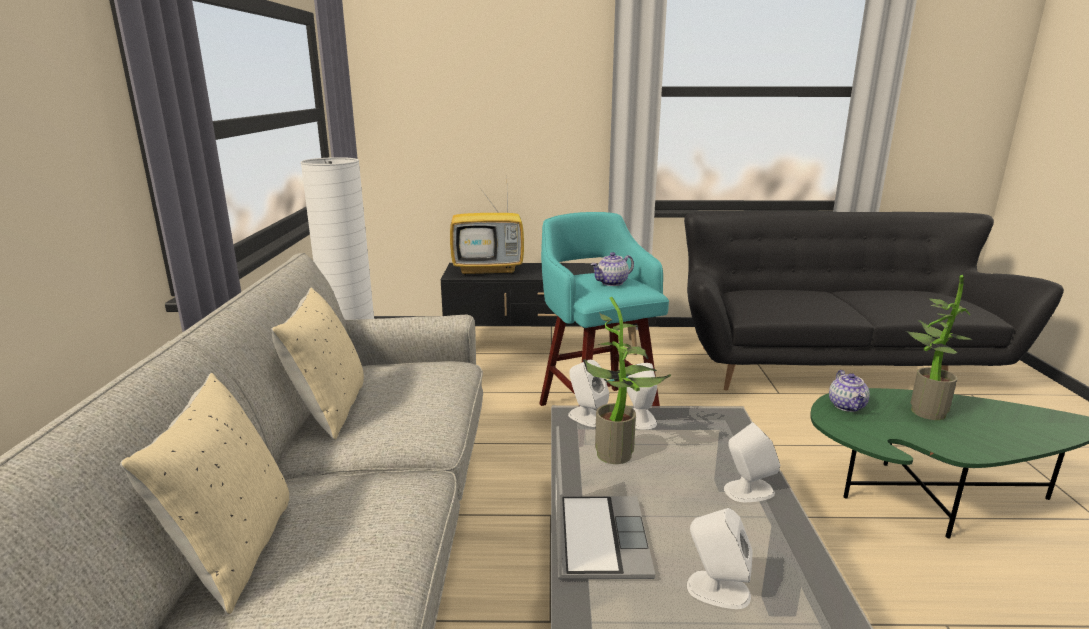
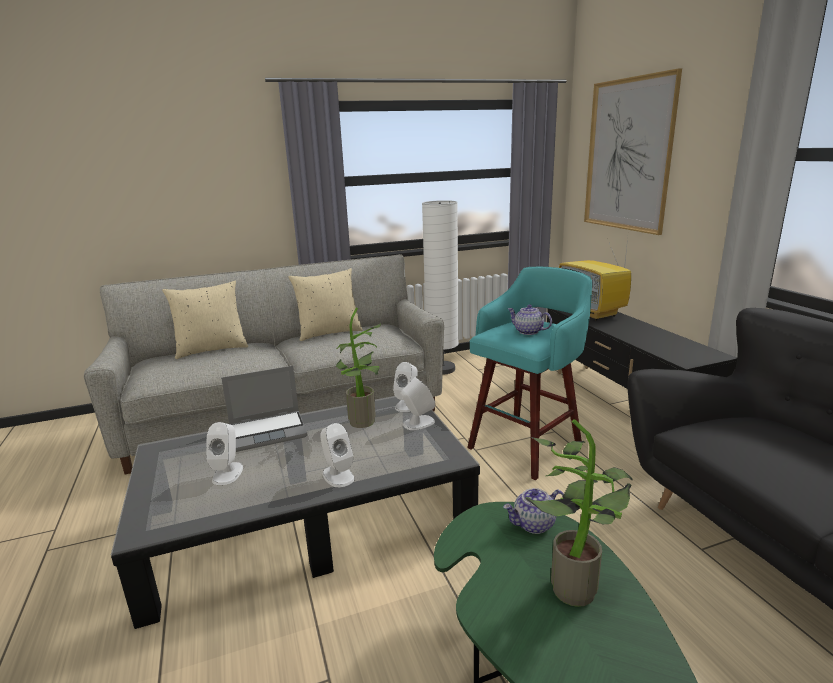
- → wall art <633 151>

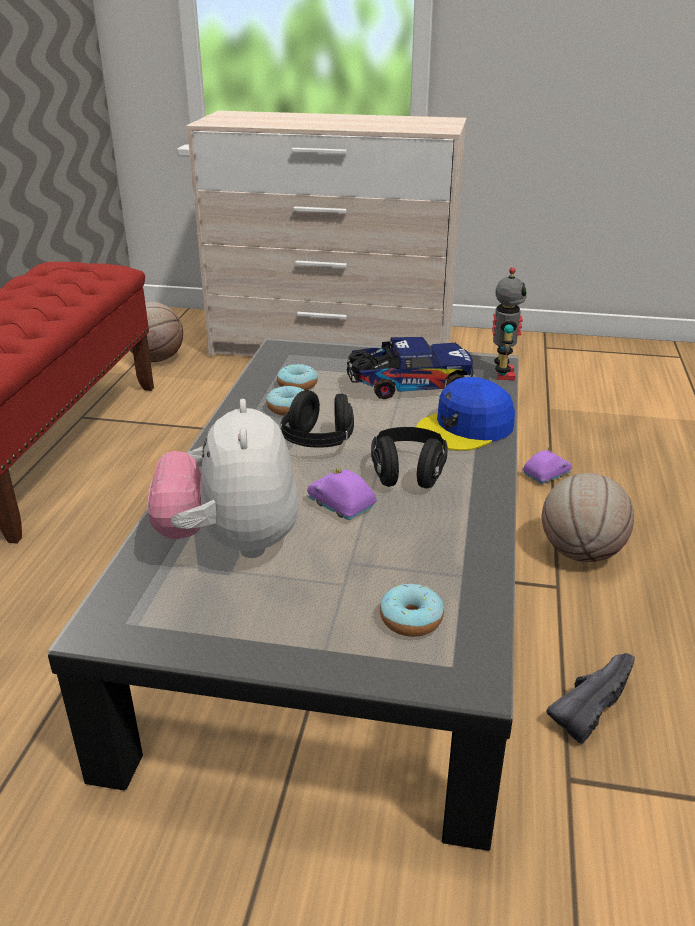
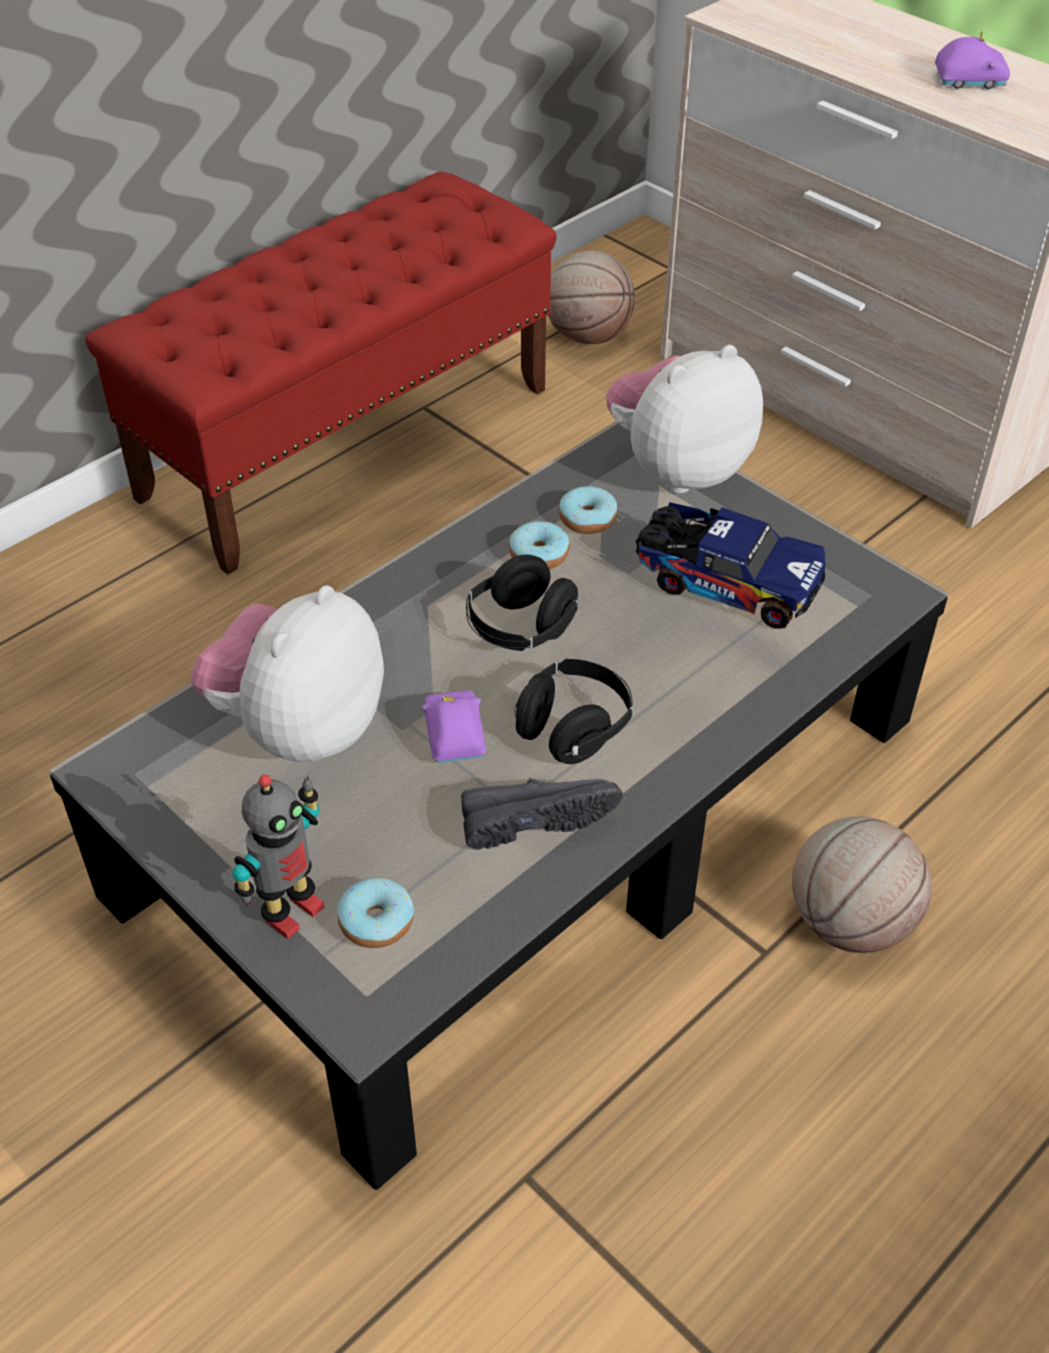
robot figure <509 323> → robot figure <279 857>, relocated
blue-coloured cap <465 414> → -
purple-coloured miniature car <547 465> → purple-coloured miniature car <972 60>, relocated
blackish item of footwear <590 698> → blackish item of footwear <542 814>, relocated
- → plush toy <684 419>

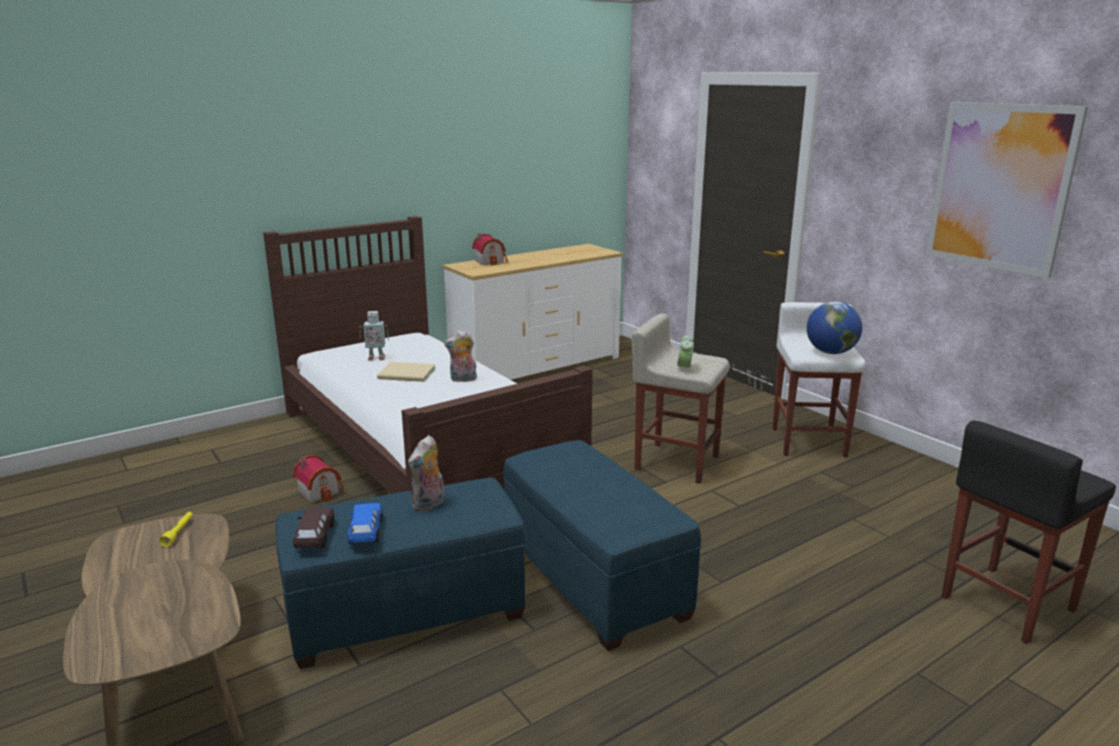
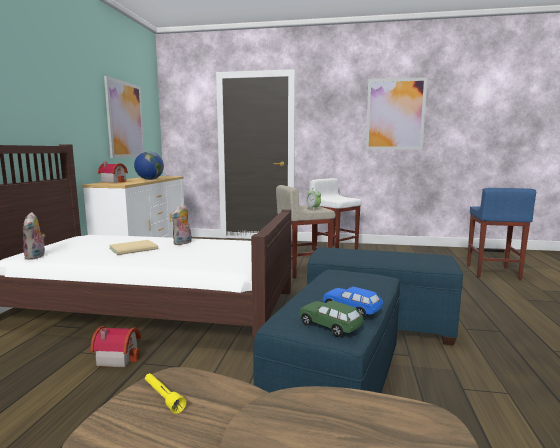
desk globe <834 327> → desk globe <149 165>, relocated
robot figure <374 336> → -
blackish stool seat <1028 532> → blue-coloured stool seat <501 234>
plush toy <426 473> → plush toy <34 236>, relocated
brown miniature car <314 528> → greenish miniature car <331 318>
- → wall art <124 117>

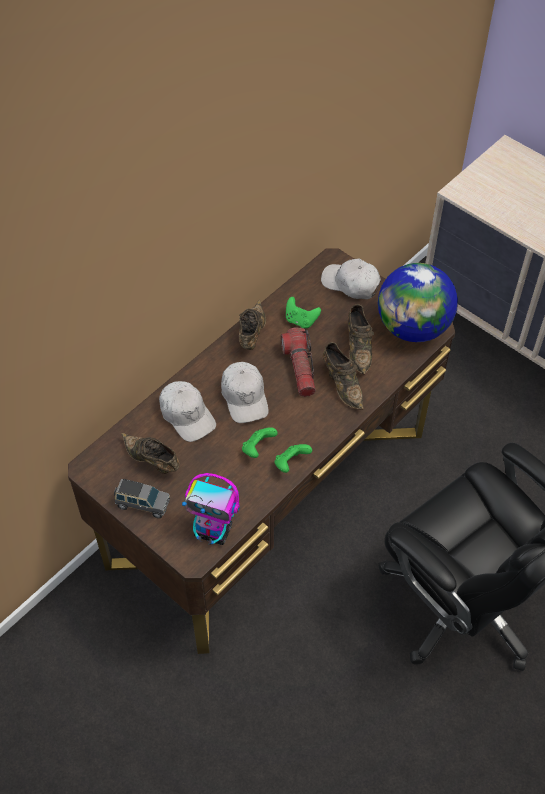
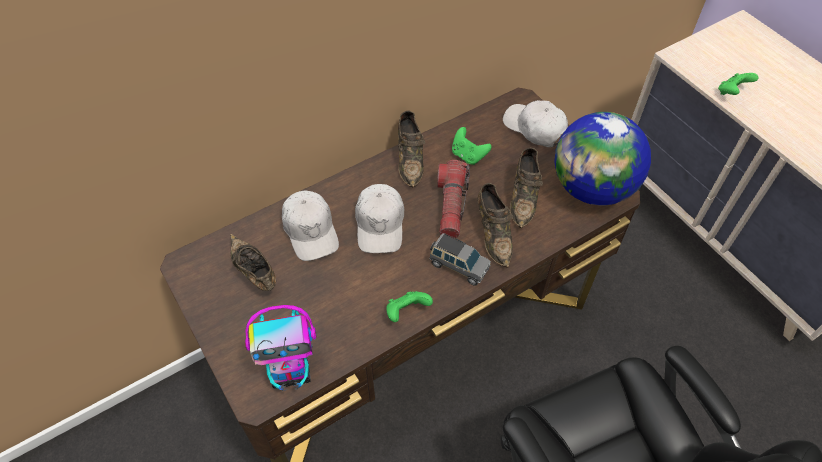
brown item of footwear <253 325> → brown item of footwear <411 149>, 150 degrees clockwise
greenish gamepad <260 442> → greenish gamepad <738 84>, relocated
robot figure <211 509> → robot figure <281 348>, 45 degrees counterclockwise
grey miniature car <142 498> → grey miniature car <460 259>, relocated

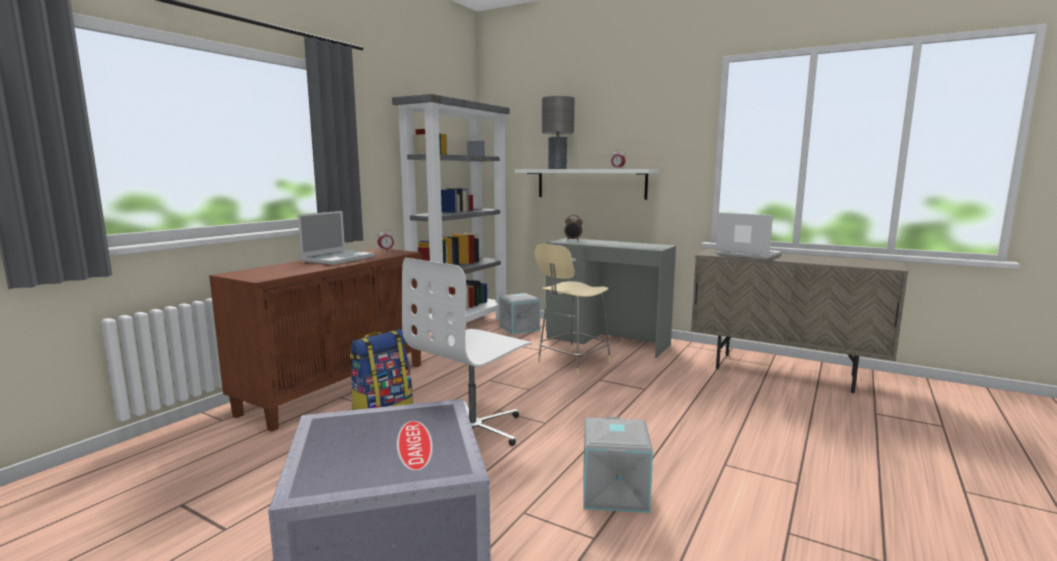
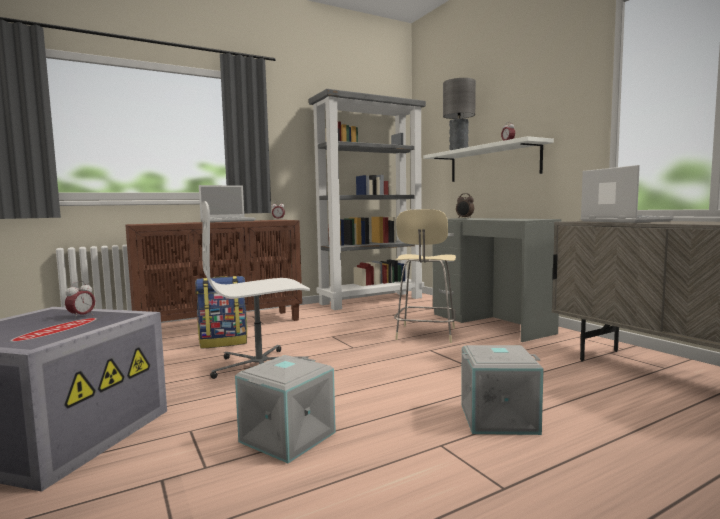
beige-coloured plain chair <573 310> → beige-coloured plain chair <425 276>, 60 degrees counterclockwise
grey storage container <519 313> → grey storage container <502 390>, relocated
- → alarm clock <80 300>

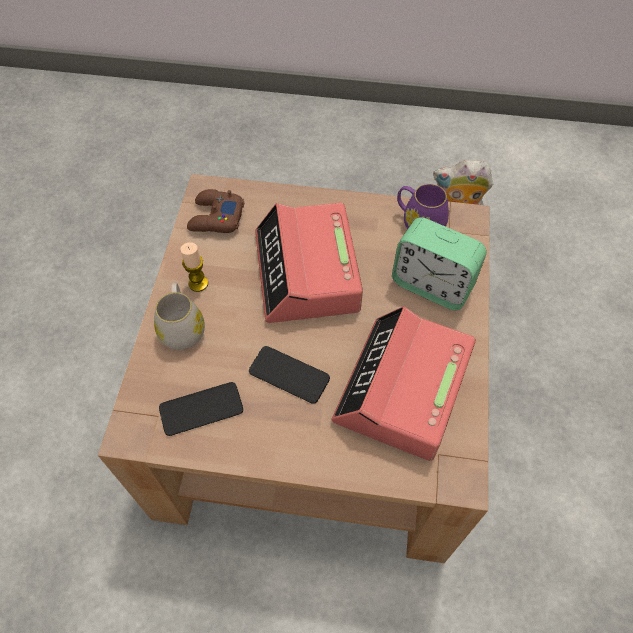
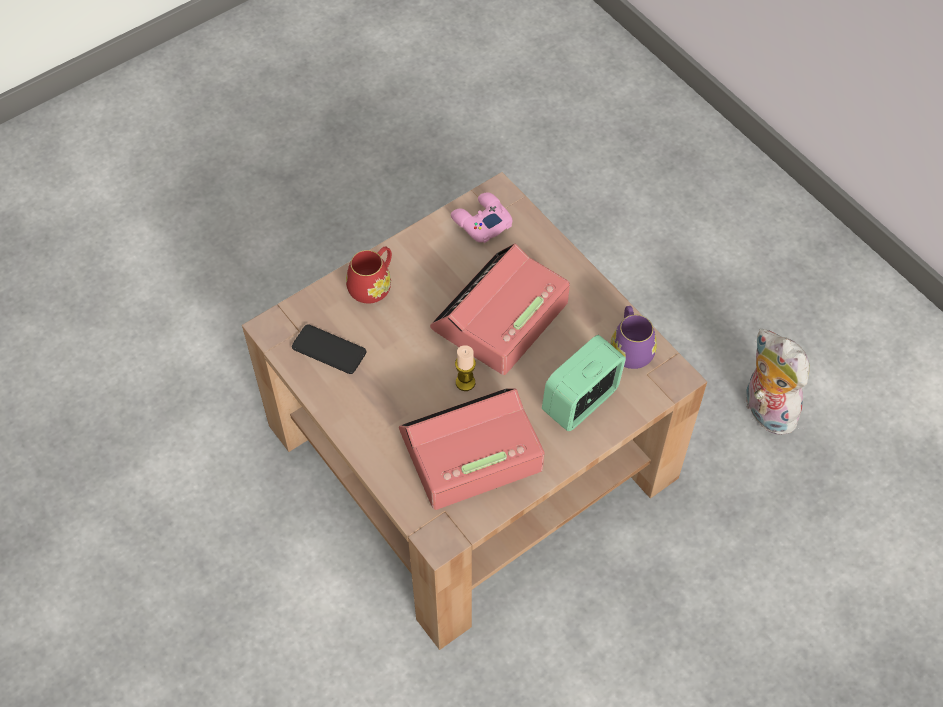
brown gamepad <215 211> → pinkish gamepad <481 217>
alarm clock <439 263> → alarm clock <584 383>, 60 degrees clockwise
wax light <194 267> → wax light <465 368>, relocated
whitish mug <179 316> → reddish mug <369 275>
telephone <289 375> → -

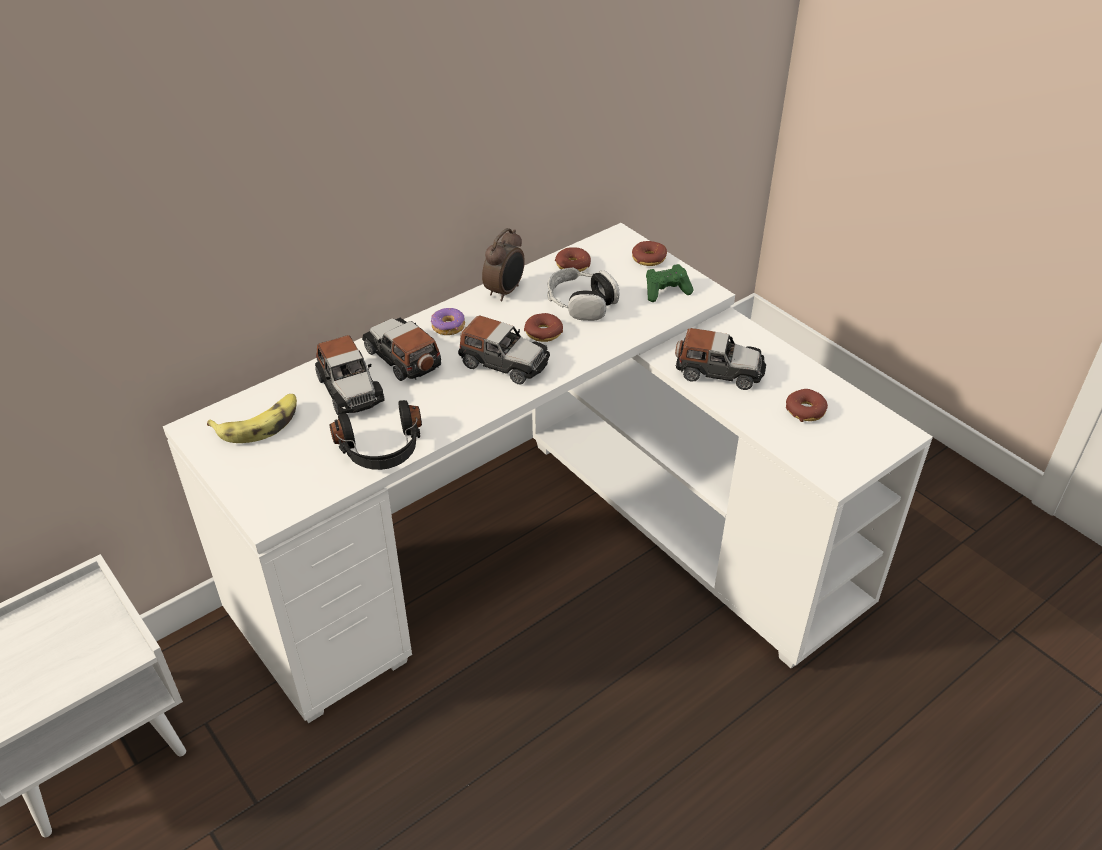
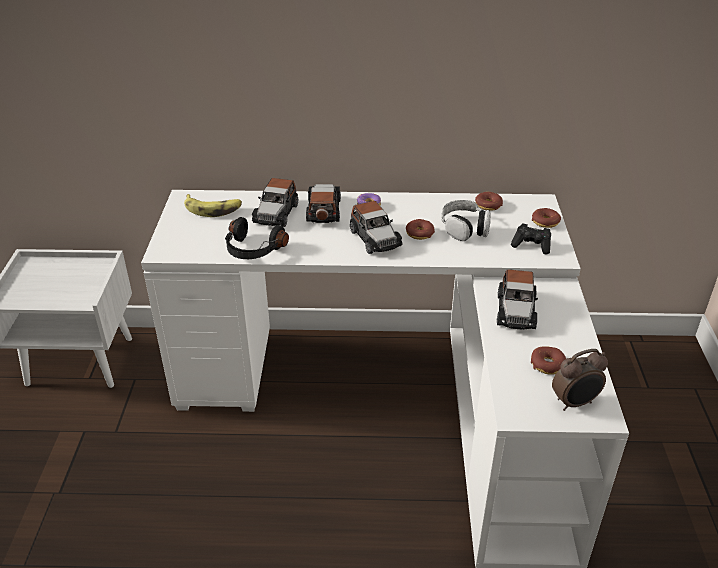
alarm clock <503 264> → alarm clock <580 380>, relocated
greenish gamepad <670 283> → blackish gamepad <531 238>
miniature car <720 359> → miniature car <517 299>, 45 degrees clockwise

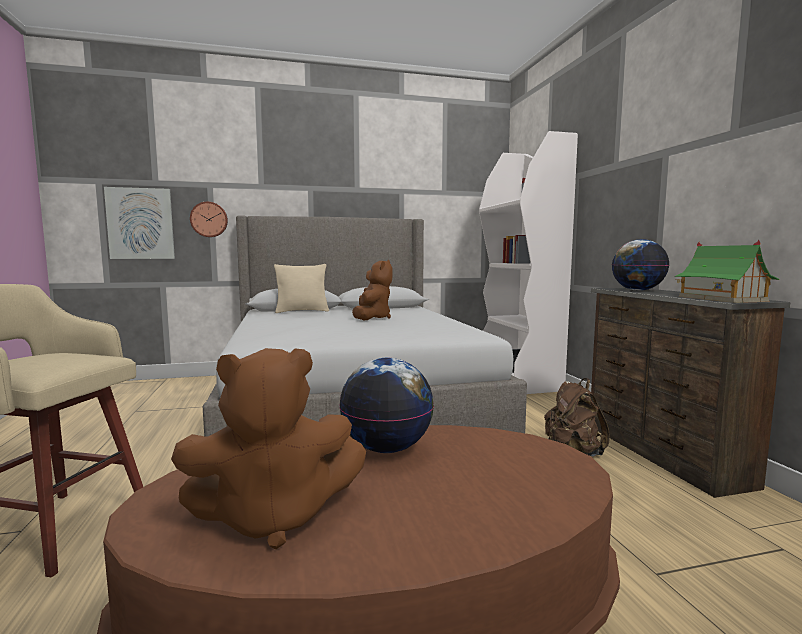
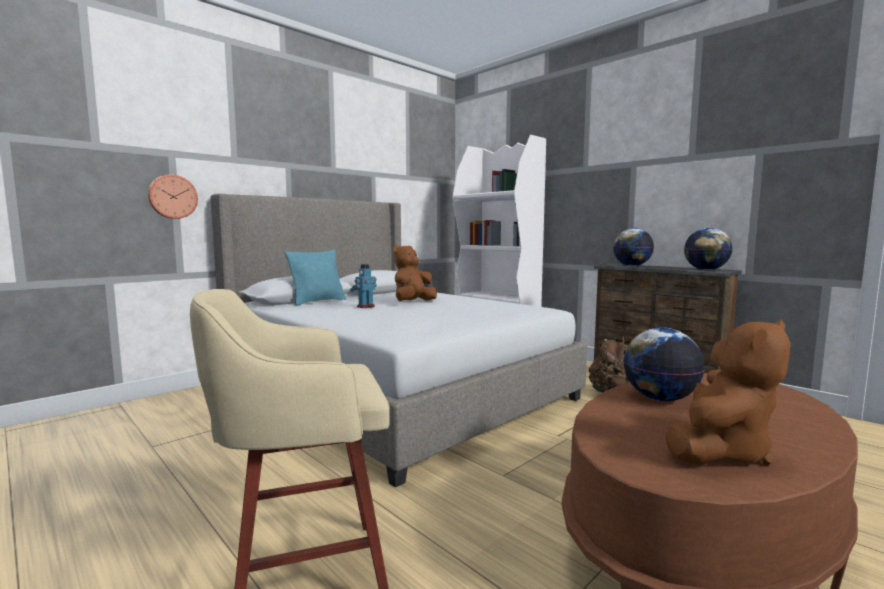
wall art <139 223> → -
toy house <727 271> → desk globe <708 249>
brown plush toy <372 290> → brown plush toy <415 273>, 120 degrees counterclockwise
beige-coloured cushion <301 288> → blue-green cushion <315 277>
- → robot figure <363 286>

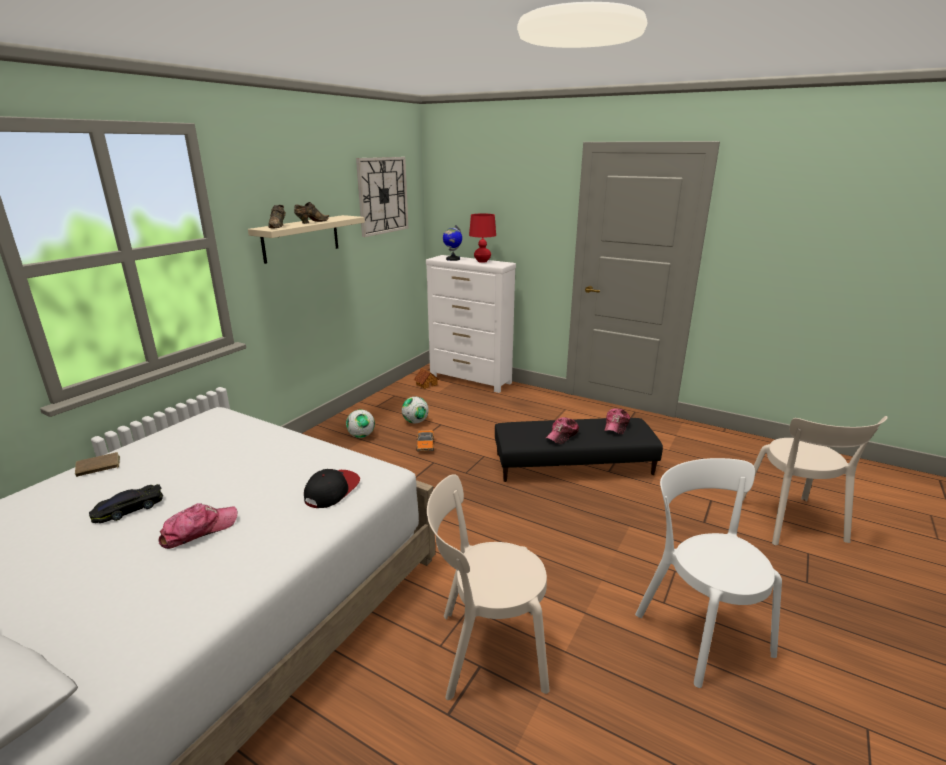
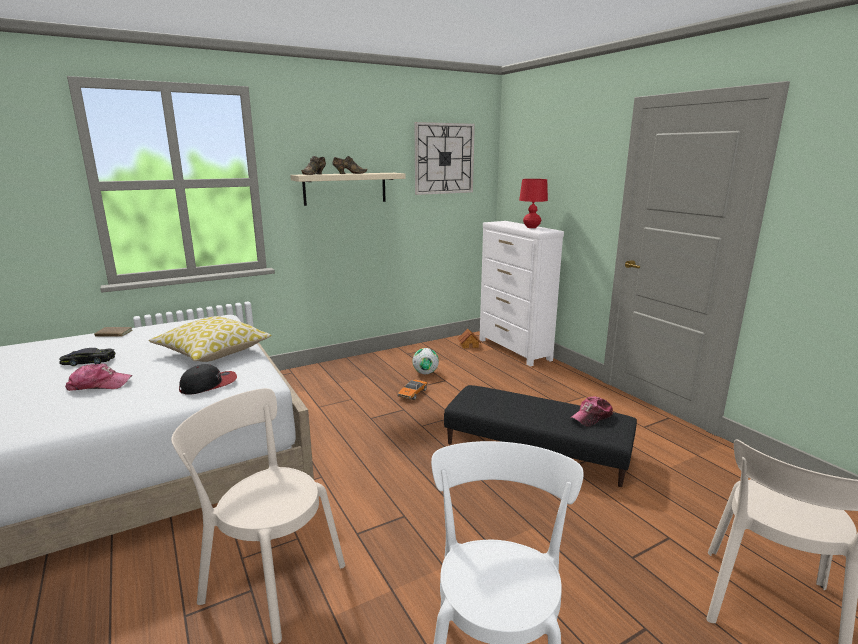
desk globe <452 243> → -
football ball <360 424> → -
cap <562 430> → -
- → cushion <209 339>

